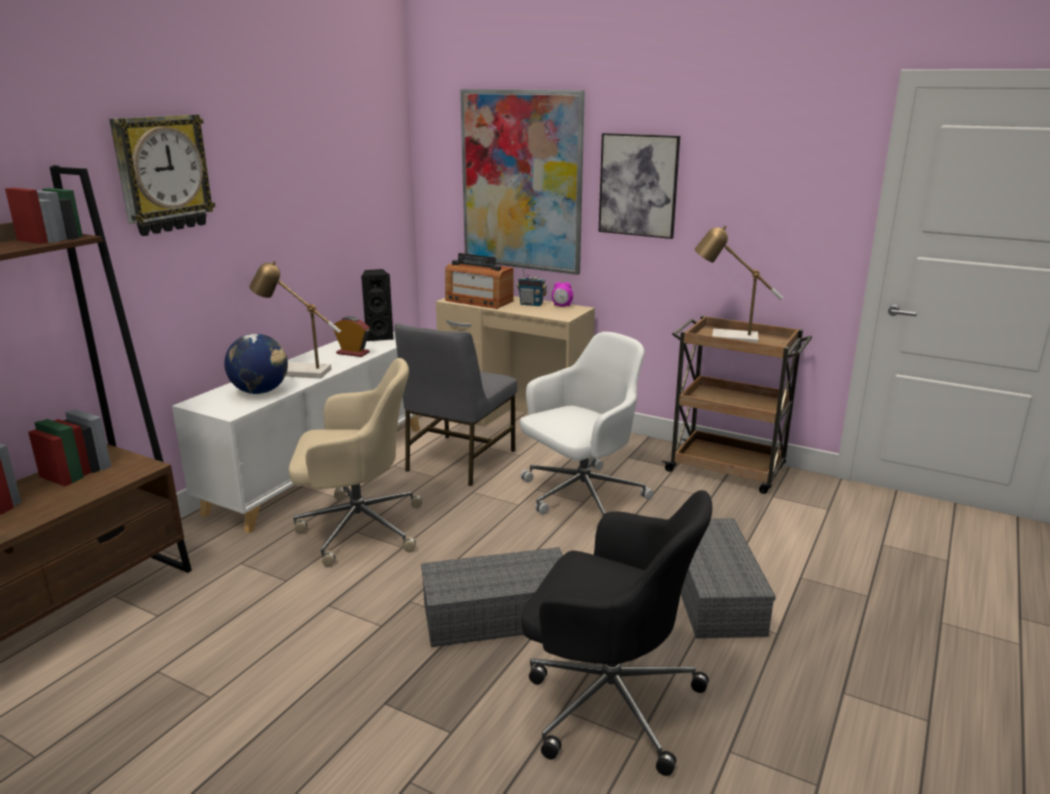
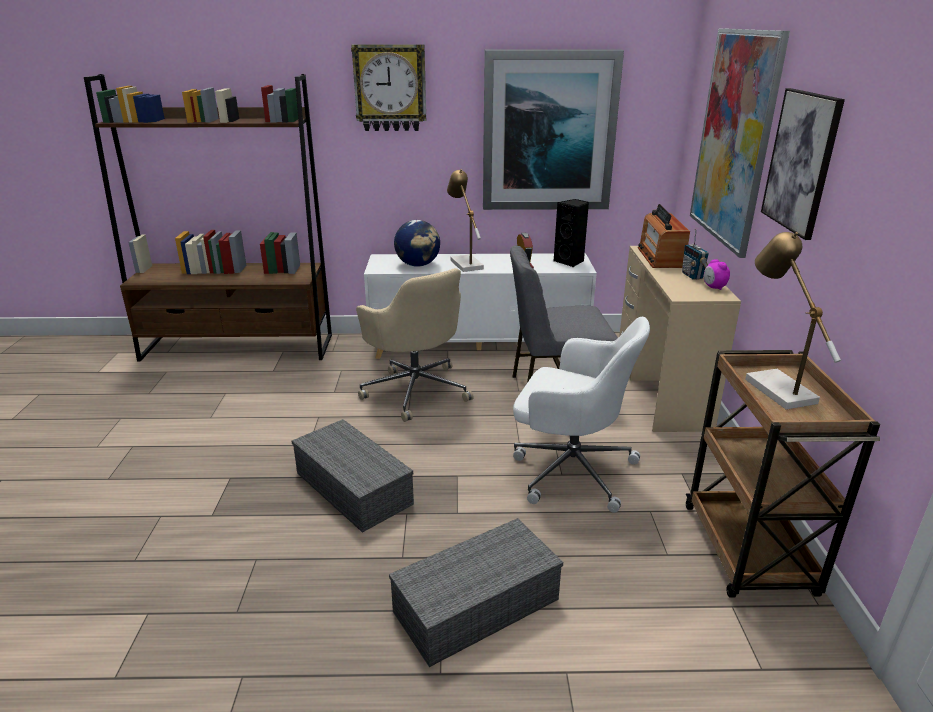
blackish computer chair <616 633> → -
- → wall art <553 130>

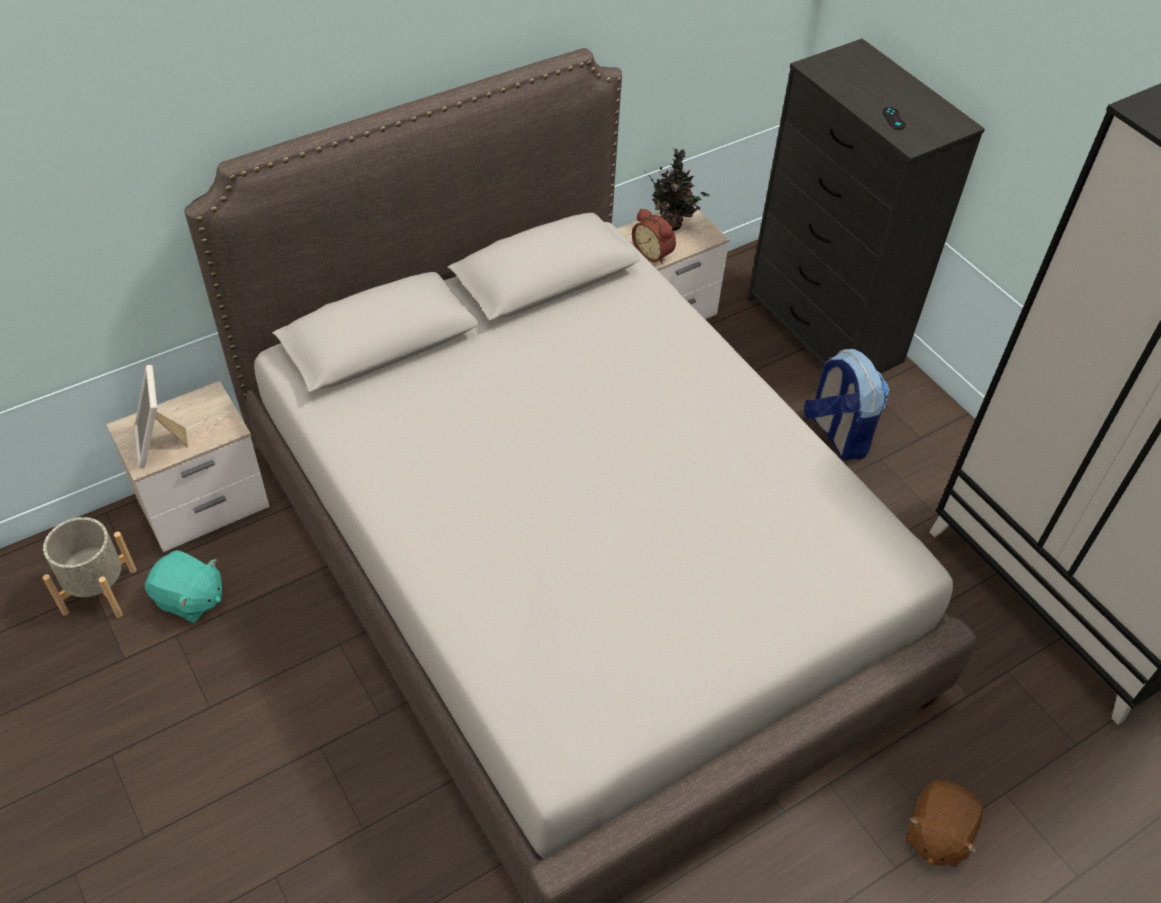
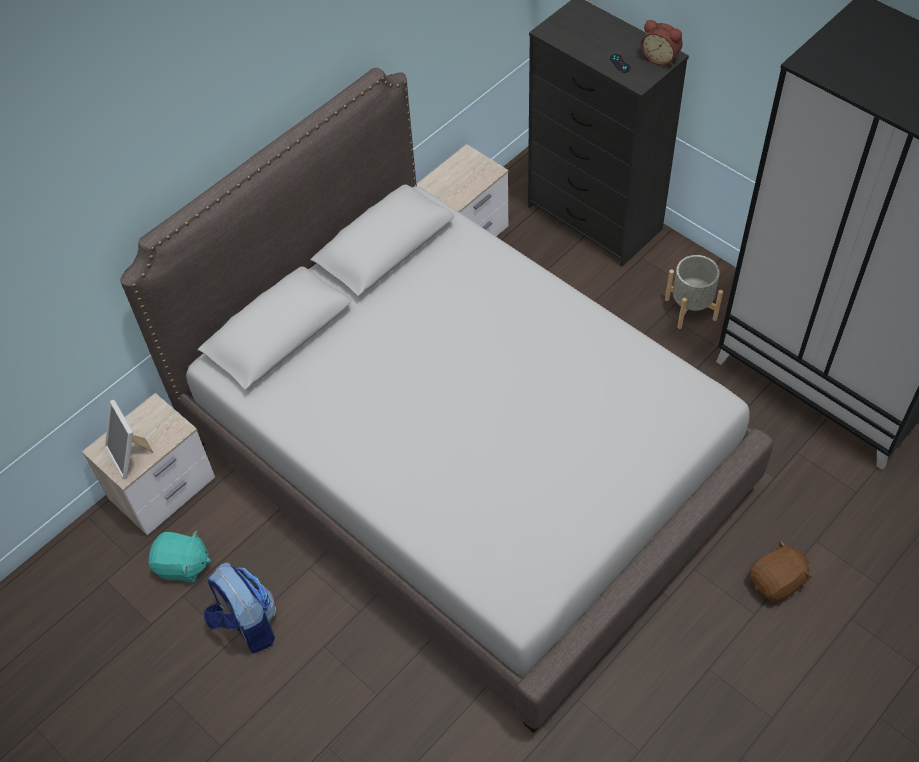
potted plant <679 189> → -
alarm clock <654 236> → alarm clock <662 43>, relocated
backpack <847 404> → backpack <240 608>, relocated
grey plant pot <90 567> → grey plant pot <694 292>, relocated
brown plush toy <944 823> → brown plush toy <780 572>, 135 degrees counterclockwise

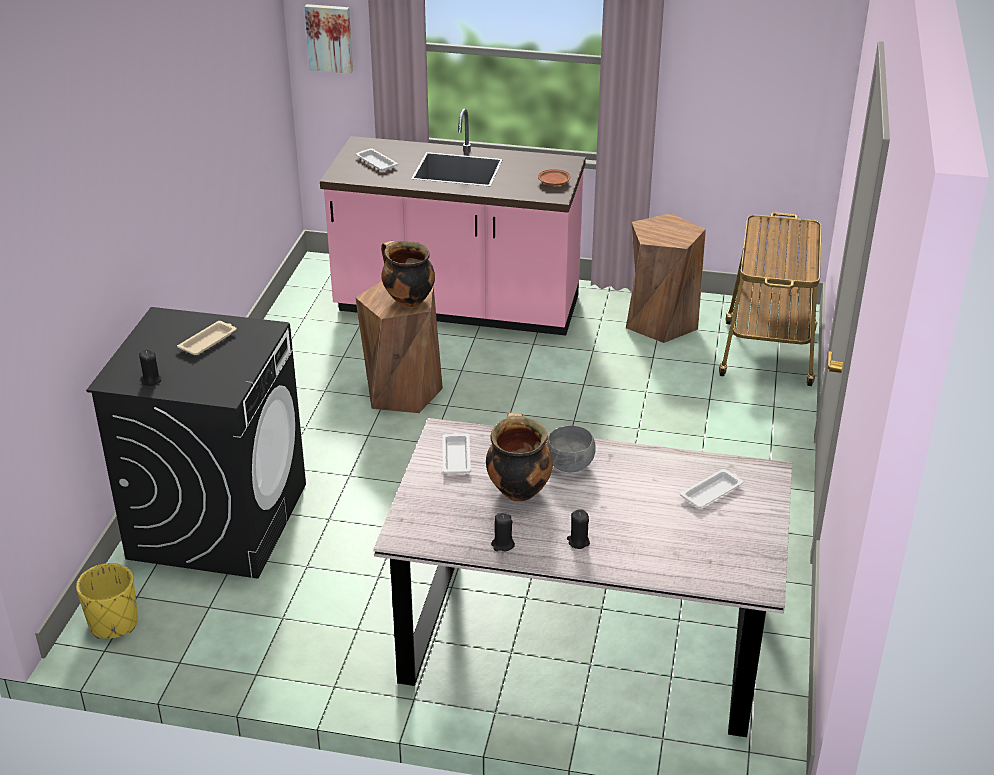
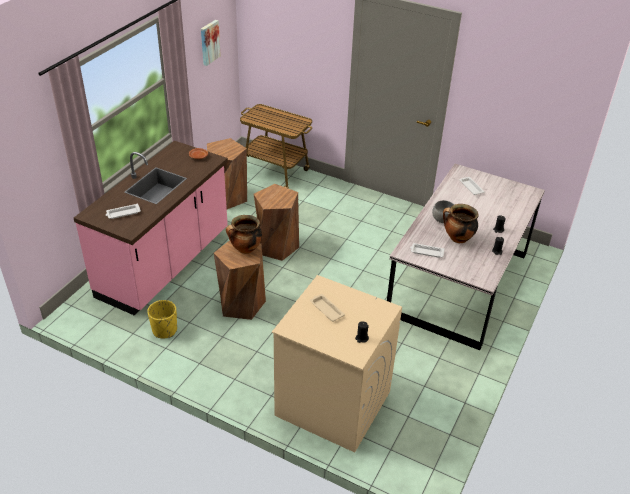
wall art <329 39> → wall art <211 43>, relocated
blackish laundry appliance <196 442> → beige-coloured laundry appliance <337 364>
yellow-coloured plant pot <107 601> → yellow-coloured plant pot <162 319>, relocated
- → brown stool seat <276 222>

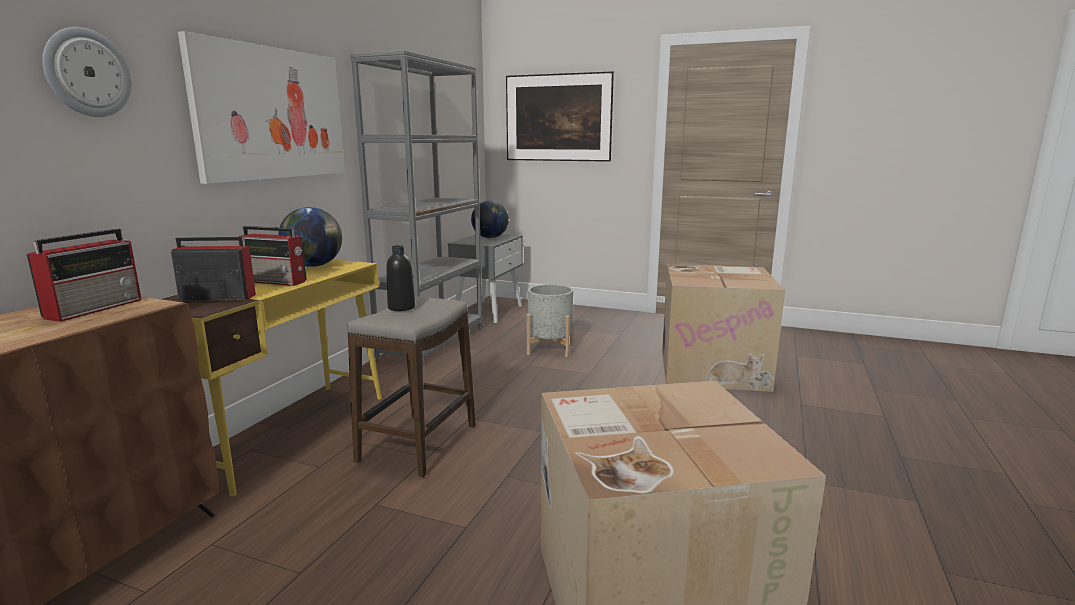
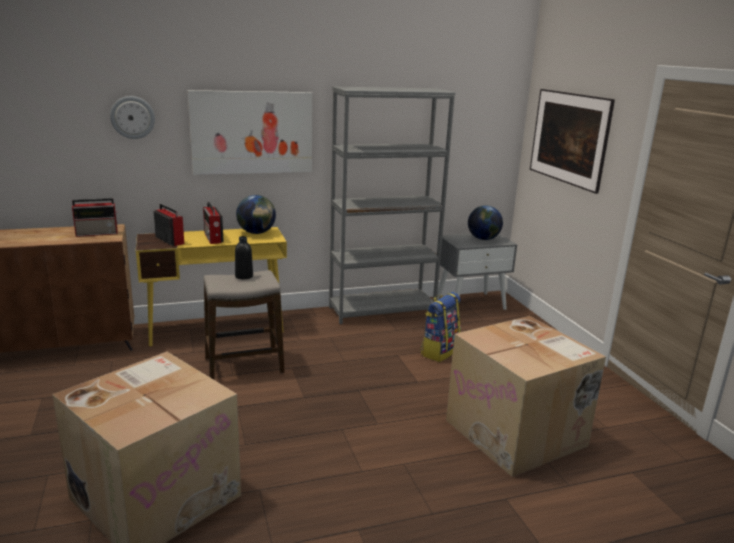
grey plant pot <550 320> → backpack <440 327>

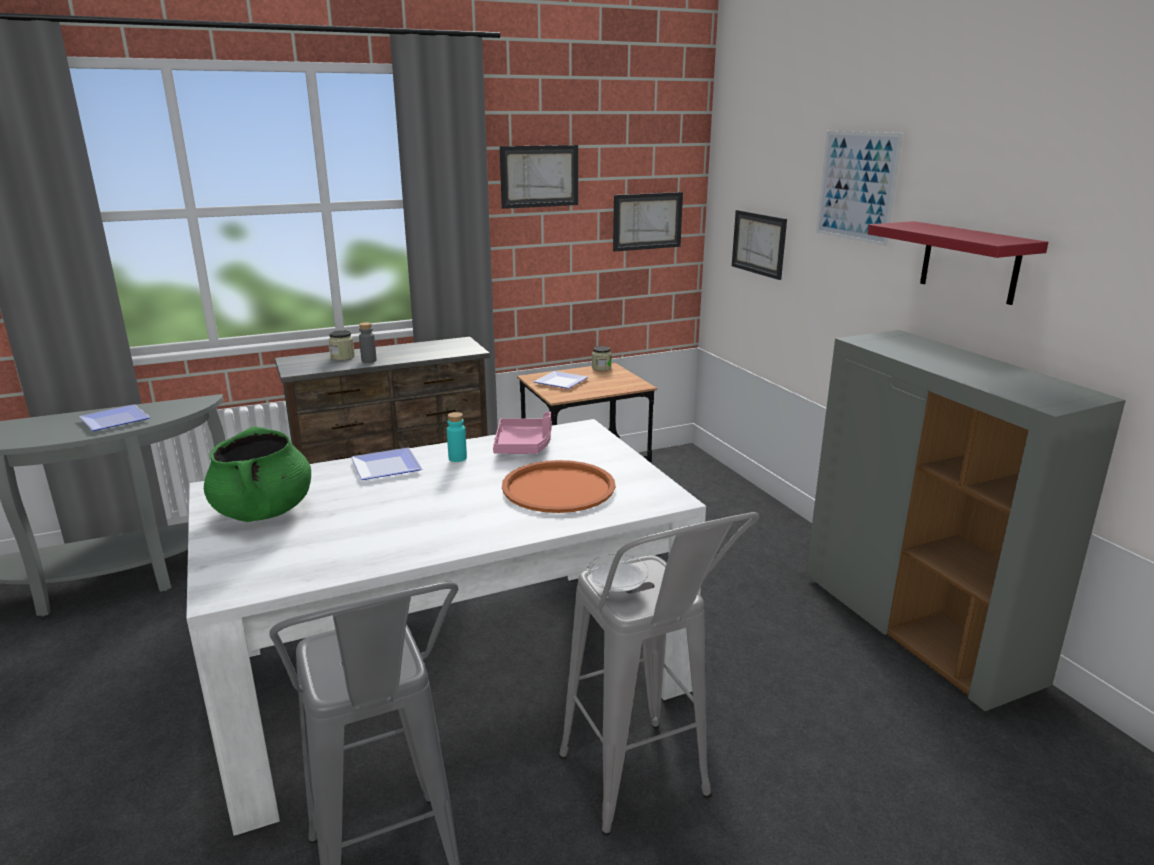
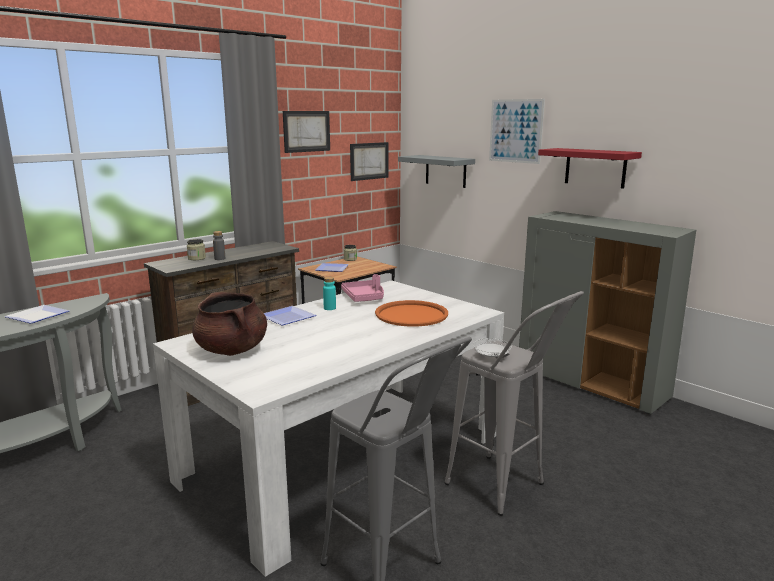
wall art <759 245> → grey wall shelf <436 171>
greenish stockpot <257 474> → brown stockpot <229 324>

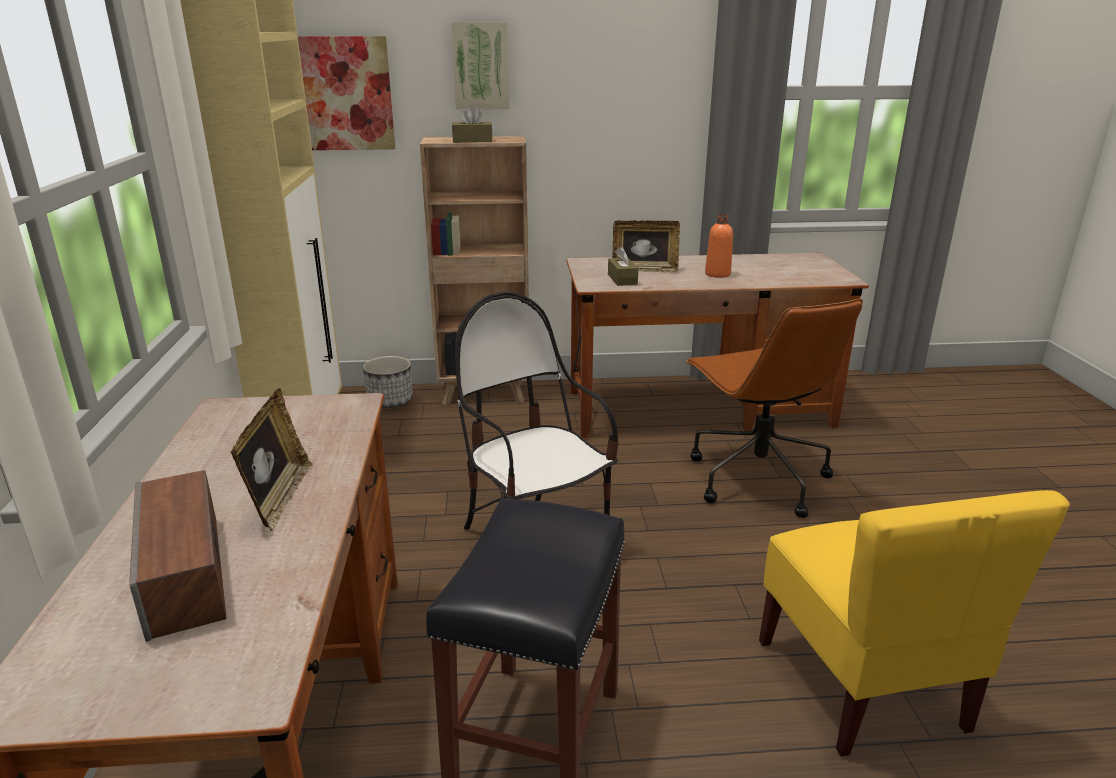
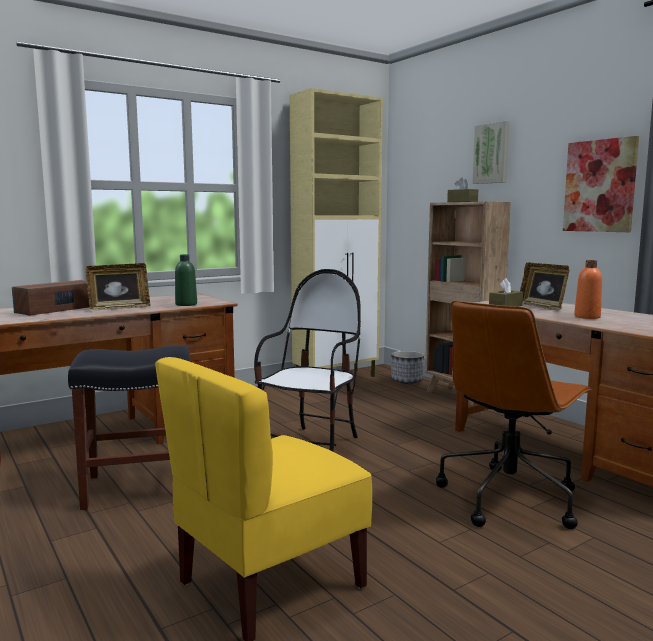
wall art <346 93> → wall art <601 184>, relocated
- → greenish drink bottle <186 280>

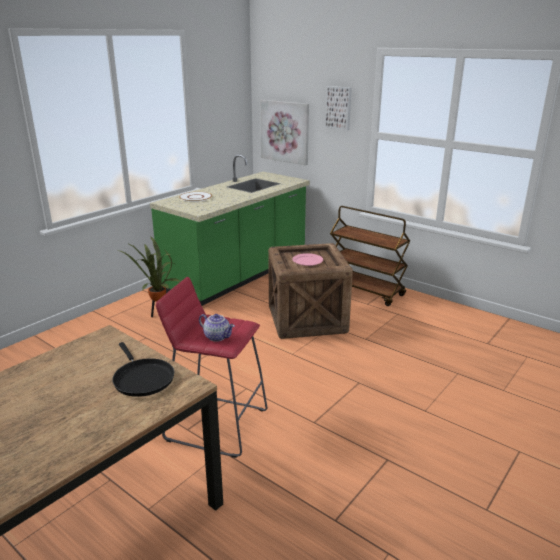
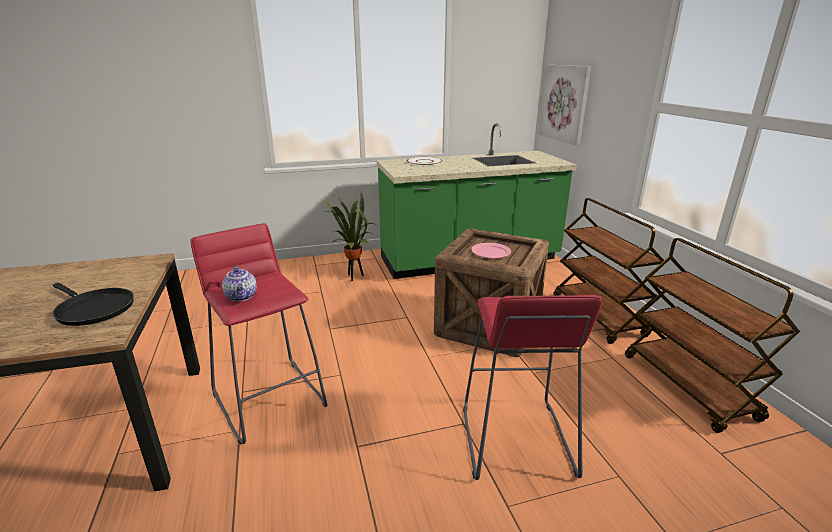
wall art <338 108> → -
blackish skillet <143 369> → blackish skillet <93 304>, 60 degrees counterclockwise
- → brown cart <712 335>
- → reddish stool seat <532 387>

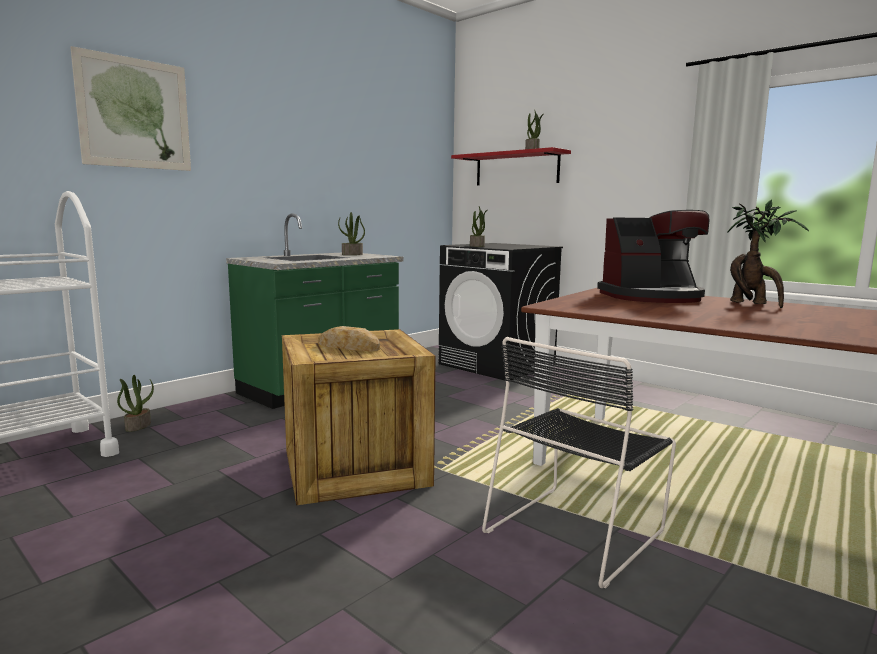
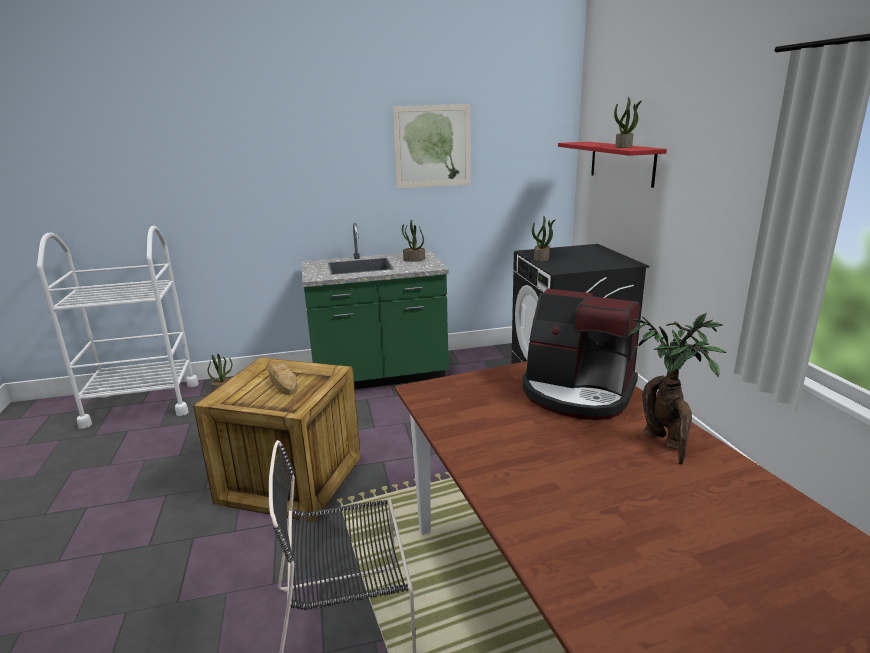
wall art <130 108> → wall art <431 146>, relocated

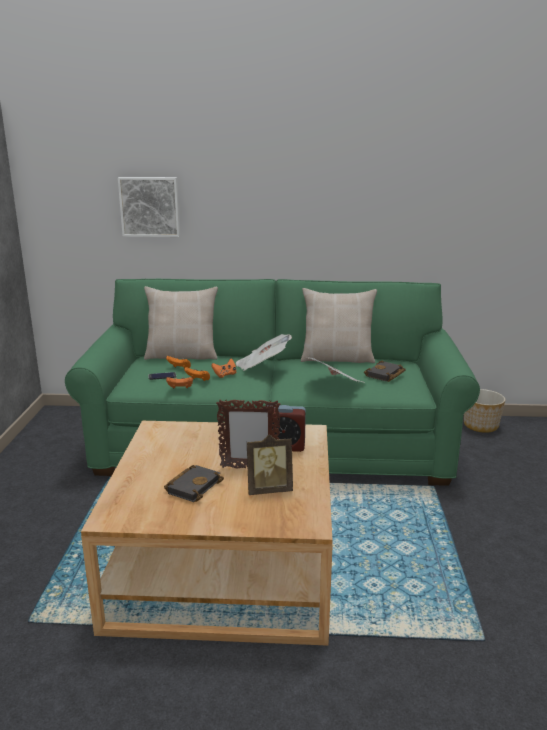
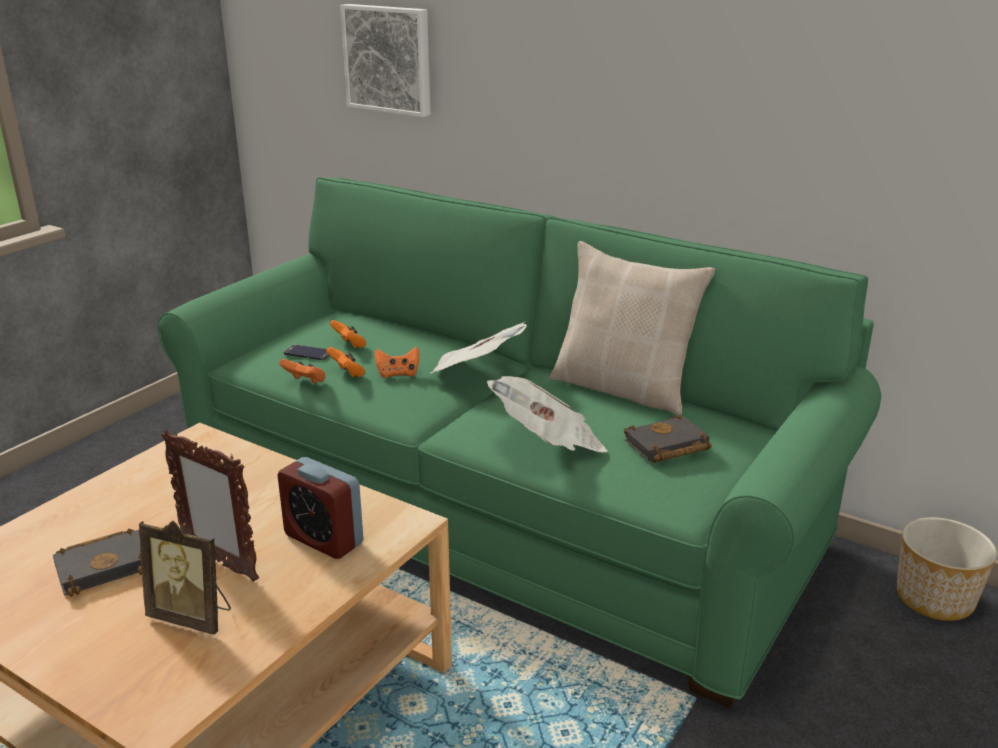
beige-coloured cushion <181 323> → -

